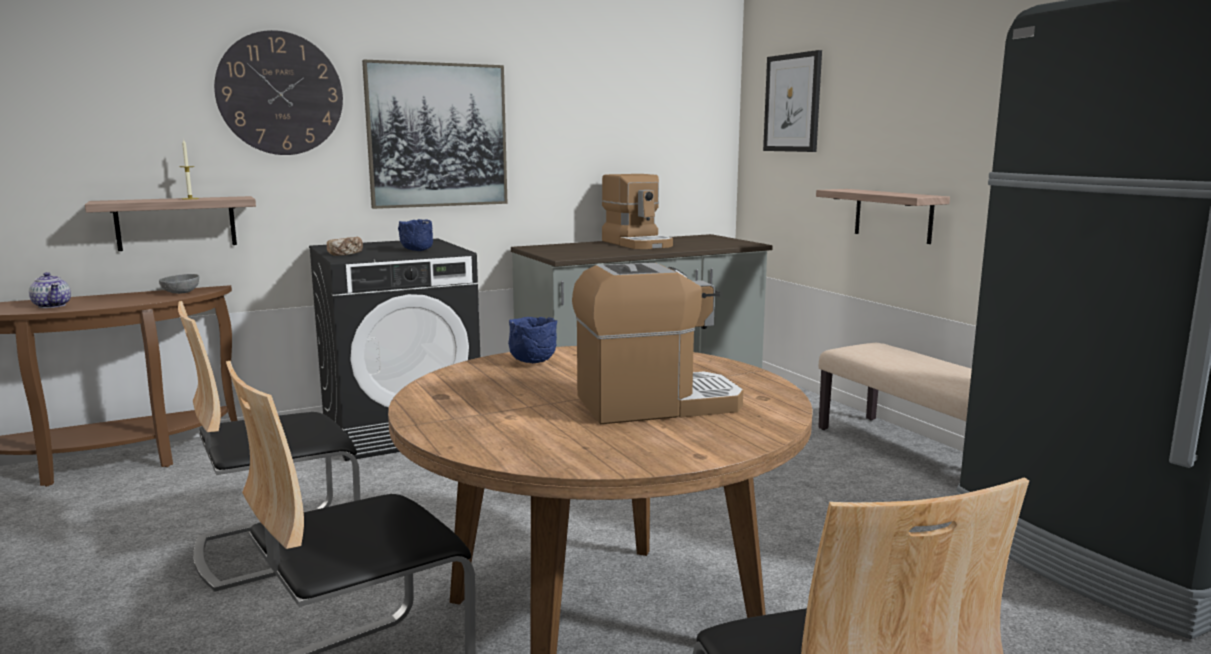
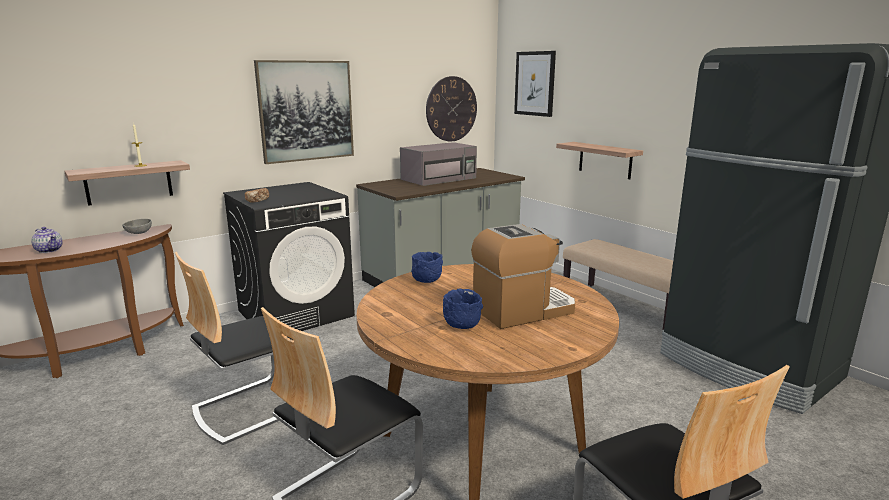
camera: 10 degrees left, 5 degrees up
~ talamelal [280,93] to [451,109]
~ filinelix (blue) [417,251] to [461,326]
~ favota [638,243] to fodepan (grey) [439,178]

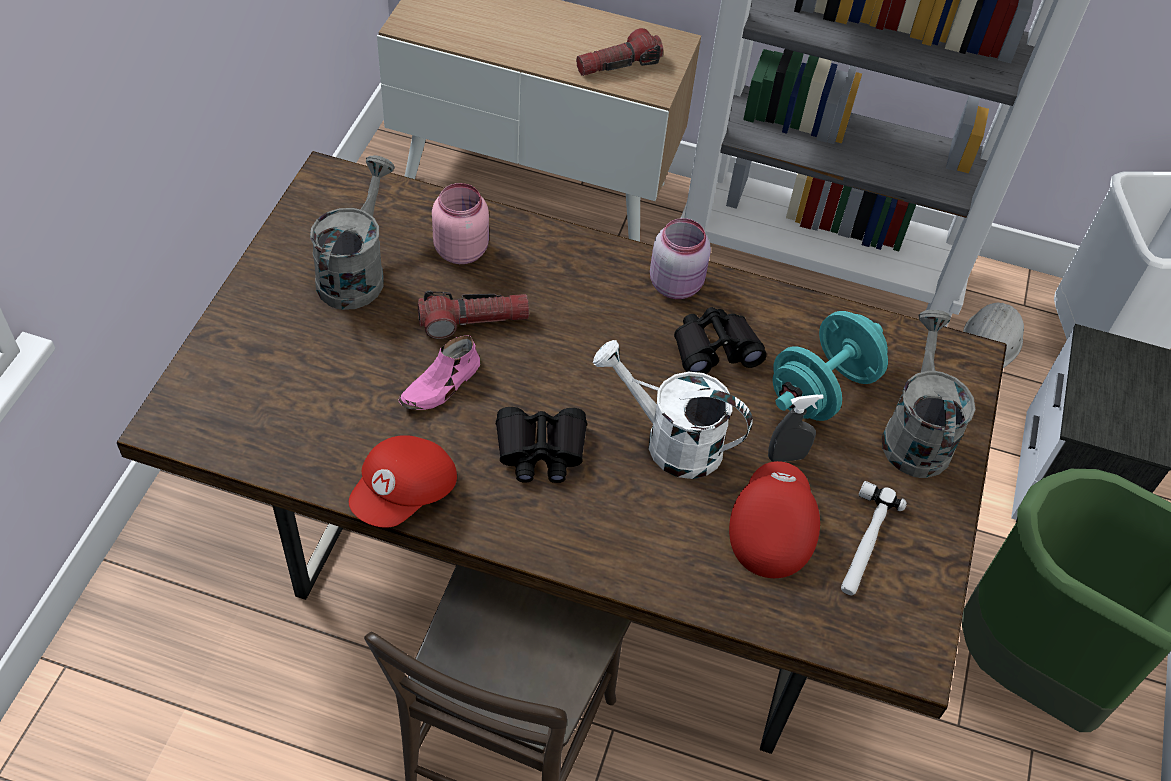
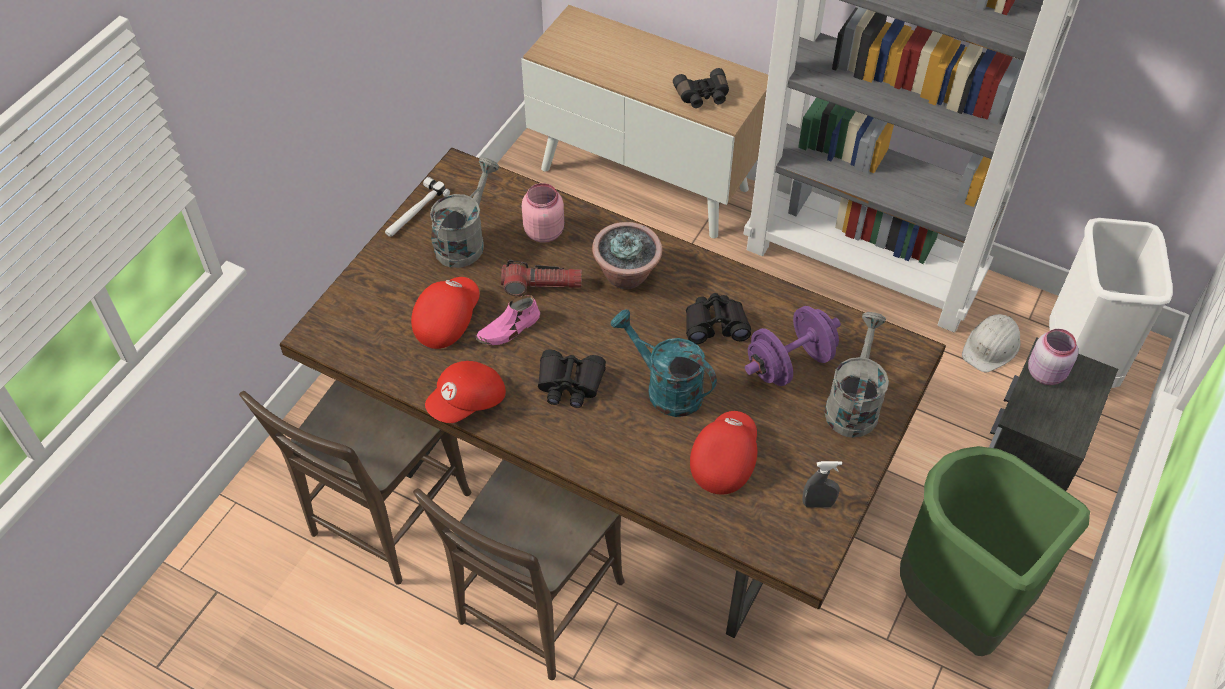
camera: 15 degrees right, 0 degrees up
~ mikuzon [618,65] to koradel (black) [702,96]
~ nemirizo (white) [670,441] to nemirizo (turquoise) [665,388]
~ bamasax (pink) [677,284] to [1047,372]
~ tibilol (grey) [786,456] to [818,504]
~ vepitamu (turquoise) [822,389] to vepitamu (purple) [789,363]
~ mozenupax [864,543] to [414,211]
+ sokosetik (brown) [384,520]
+ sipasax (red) [446,320]
+ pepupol [627,275]

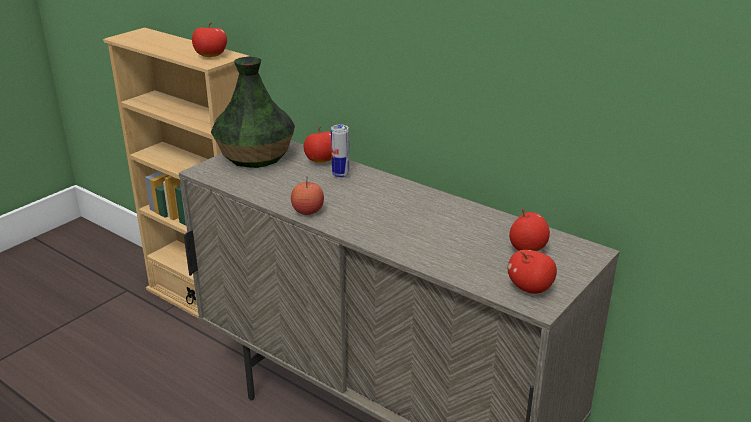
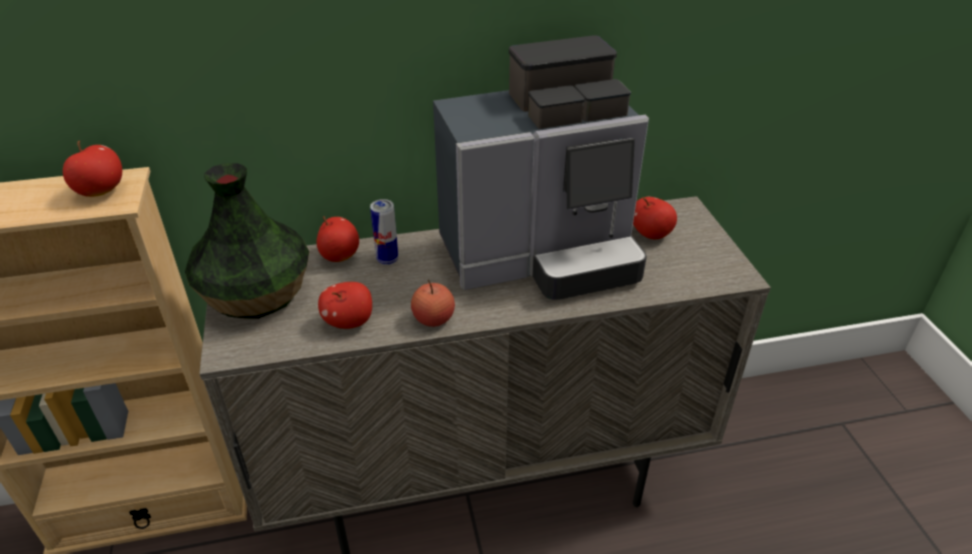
camera: 50 degrees left, 10 degrees up
~ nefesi [530,288] to [349,322]
+ favota [542,255]

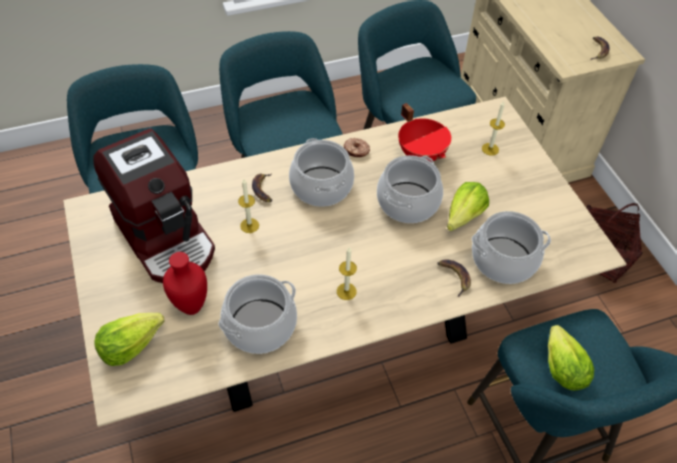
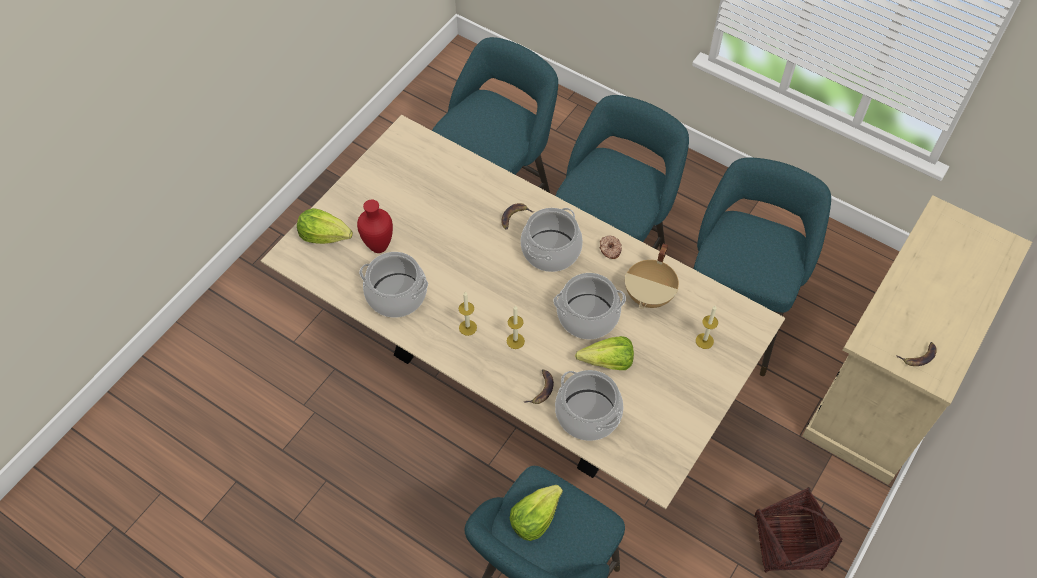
camera: 55 degrees right, 5 degrees up
- favota [167,237]
~ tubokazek [249,225] to [515,341]
~ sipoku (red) [422,154] to sipoku (beige) [650,295]

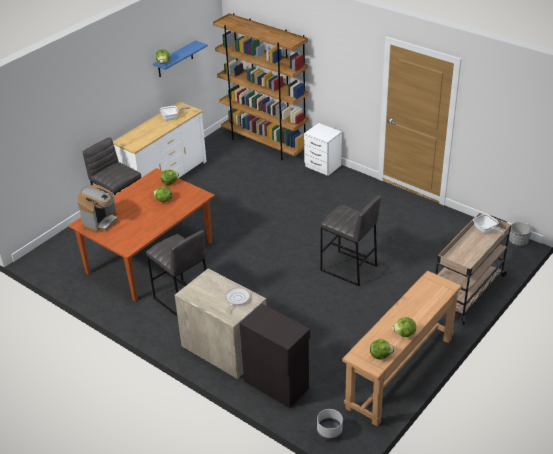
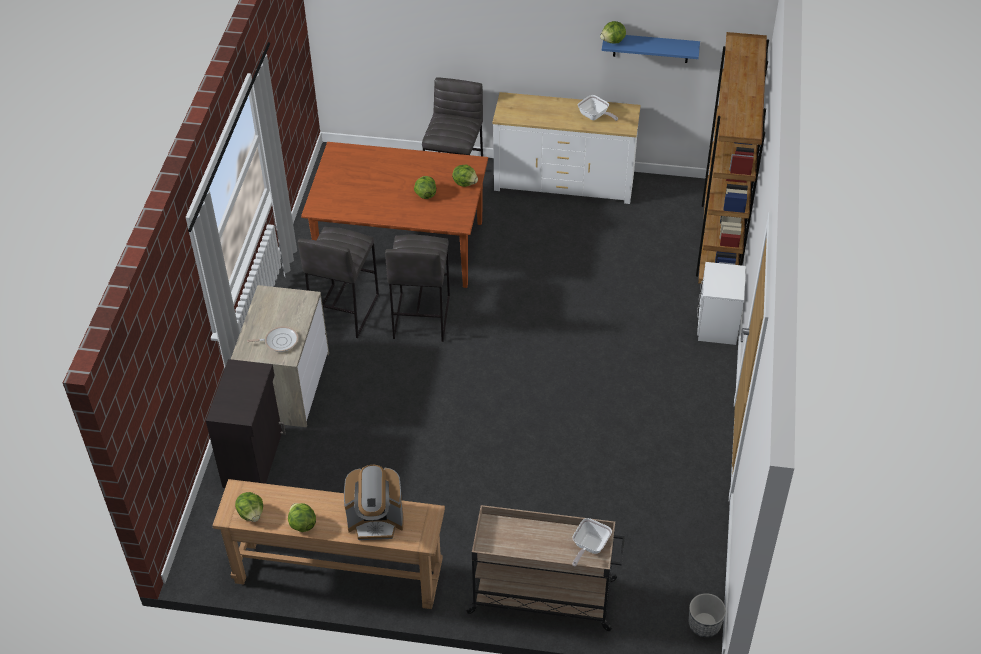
camera: 60 degrees right, 10 degrees up
~ favota [101,222] to [376,520]
- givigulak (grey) [329,432]
~ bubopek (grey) [349,268] to [420,317]

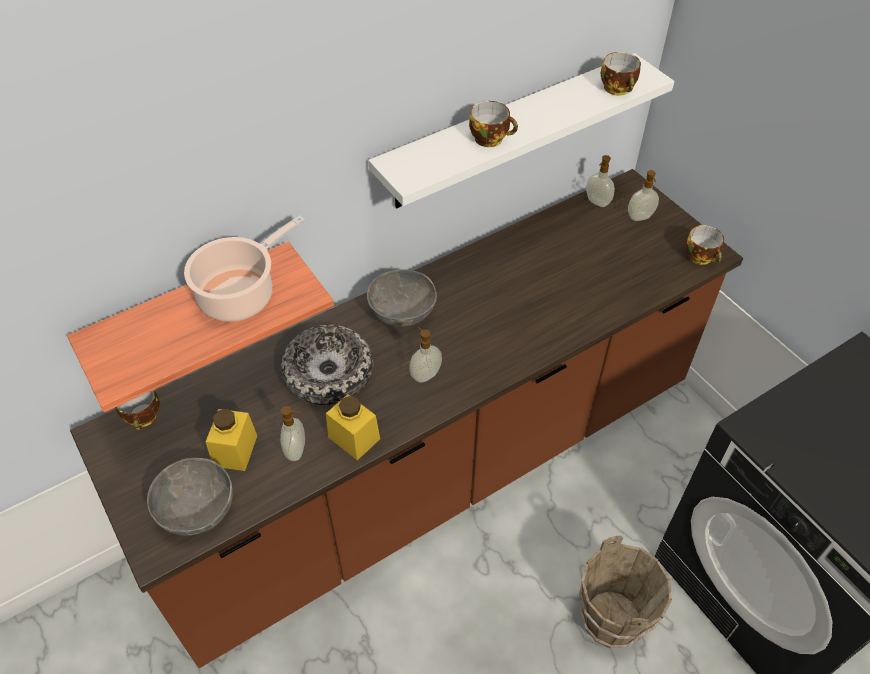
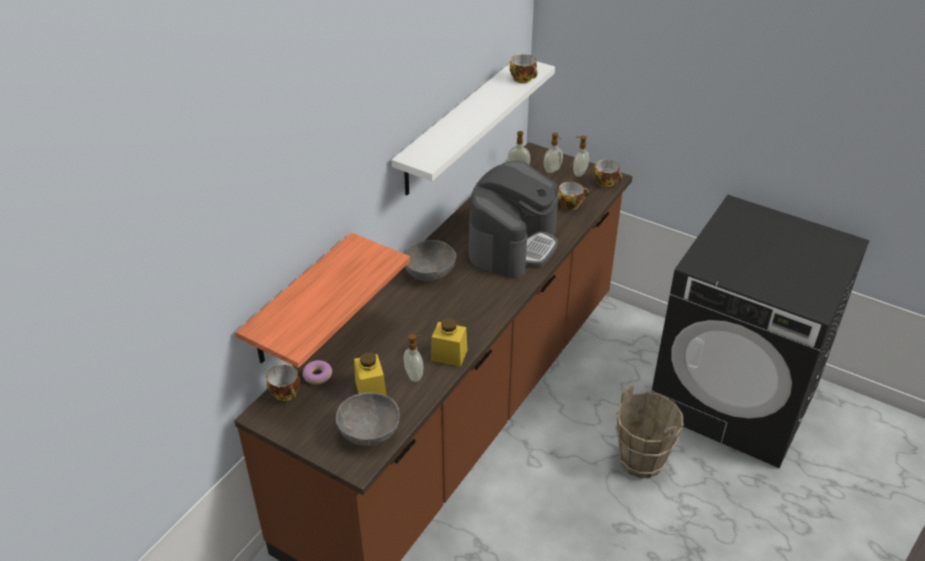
camera: 25 degrees left, 10 degrees down
- sipoku [241,294]
- filinelix [329,373]
~ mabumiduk [425,374] to [579,173]
~ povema [491,138] to [571,204]
+ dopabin [317,375]
+ favota [513,244]

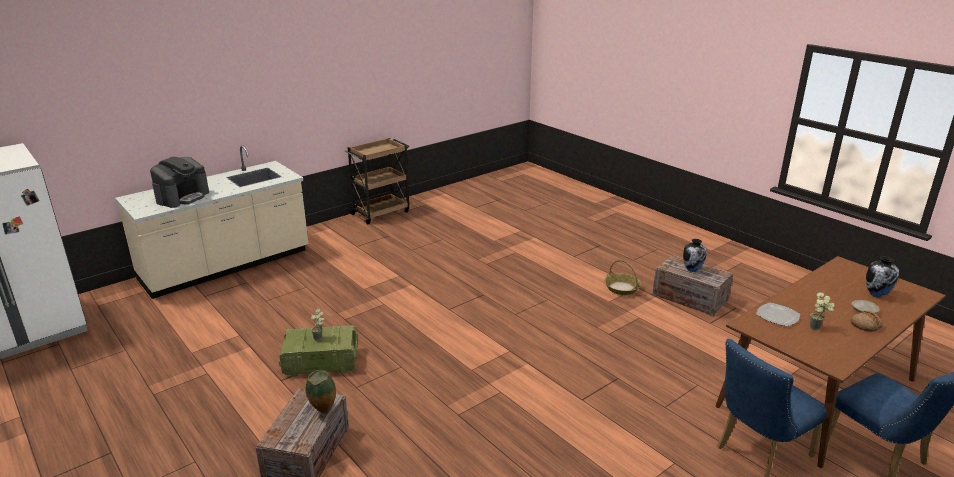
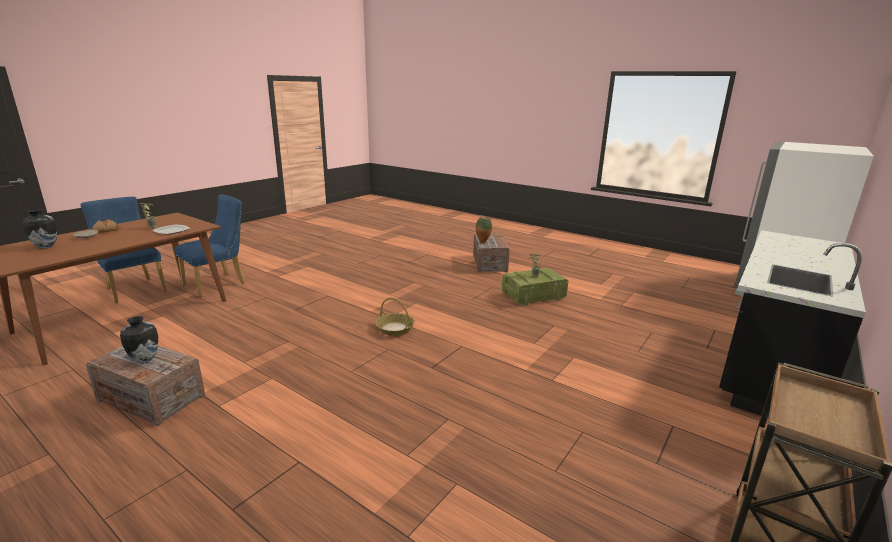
camera: 165 degrees right, 5 degrees down
~ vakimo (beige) [226,266] to vakimo (black) [770,365]
- favota [182,197]
~ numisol [621,288] to [395,329]

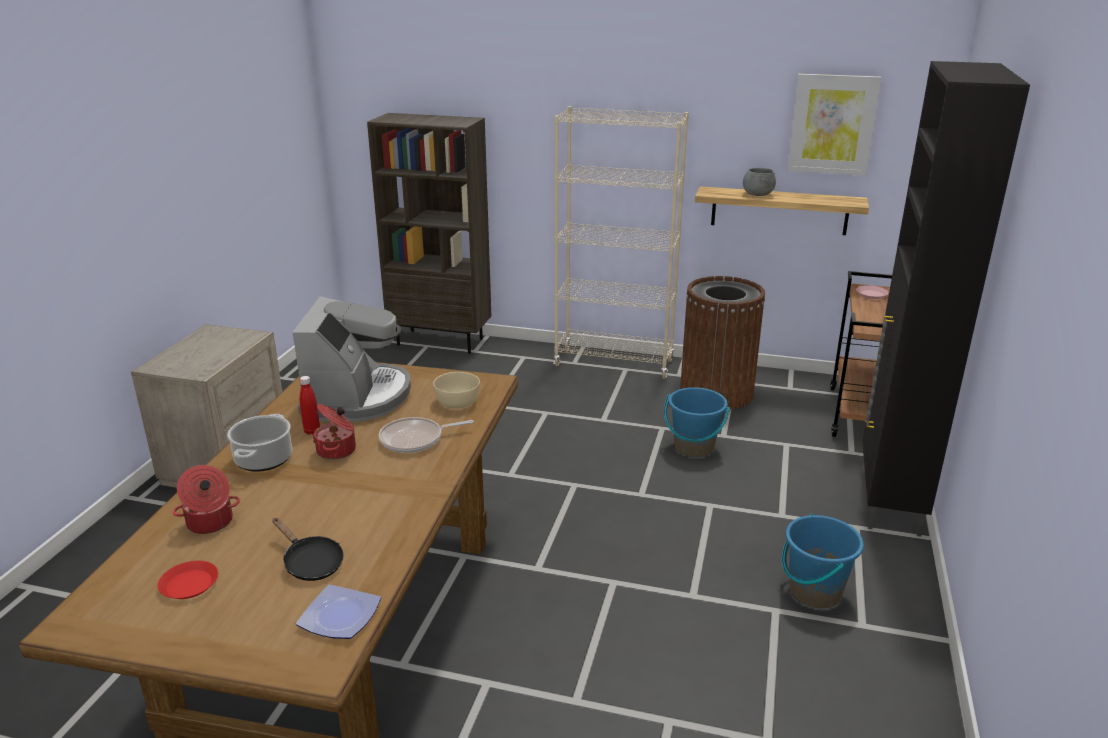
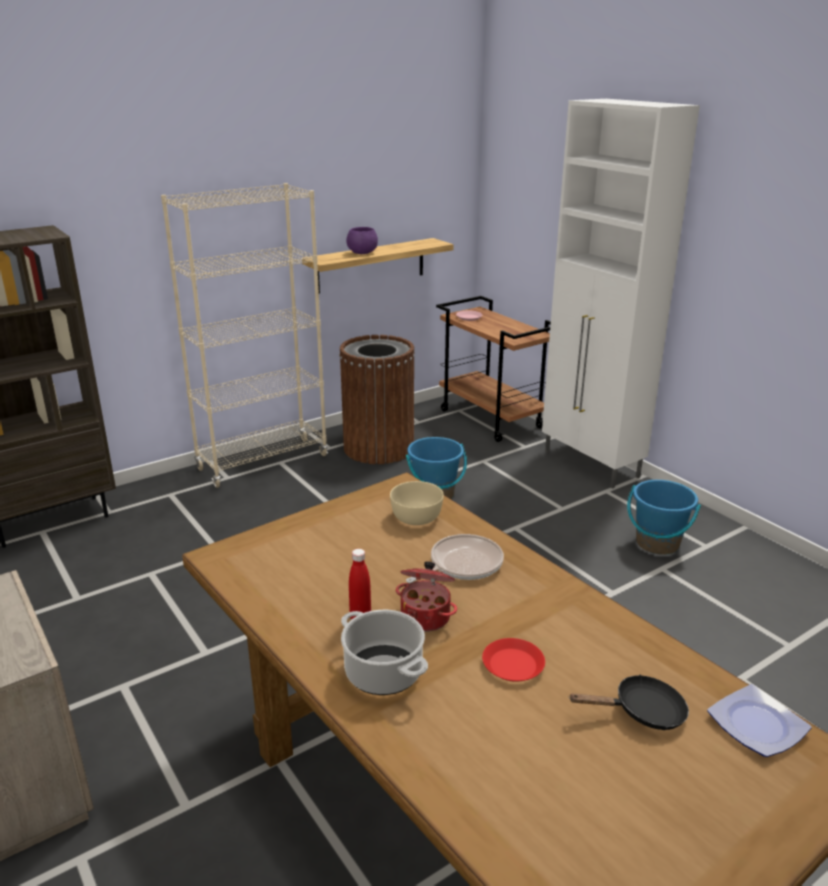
camera: 50 degrees left, 0 degrees up
~ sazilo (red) [189,584] to [512,664]
- sipoku [210,523]
- favota [357,397]
~ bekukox [415,439] = [462,564] 150 degrees counterclockwise
~ filinelix (grey) [758,195] to filinelix (purple) [362,253]
- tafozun [832,124]
~ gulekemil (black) [889,500] to gulekemil (white) [591,465]

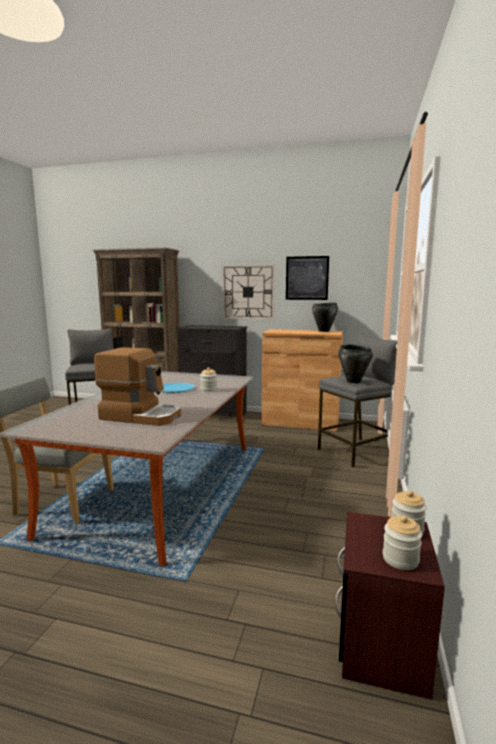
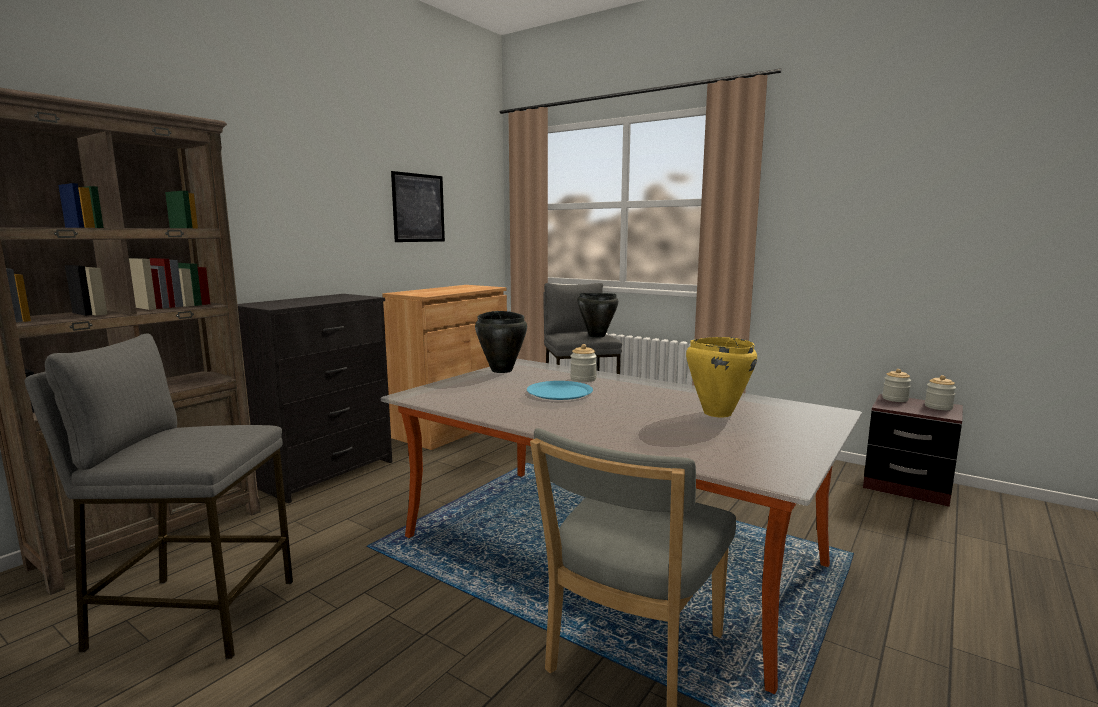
camera: 70 degrees left, 0 degrees up
~ favota [141,416] to sipoku (yellow) [716,413]
- talamelal [248,292]
~ sipoku (black) [324,331] to [502,370]

